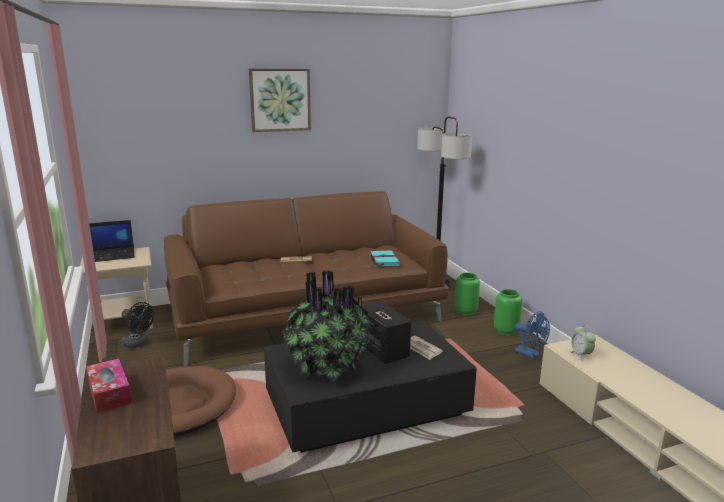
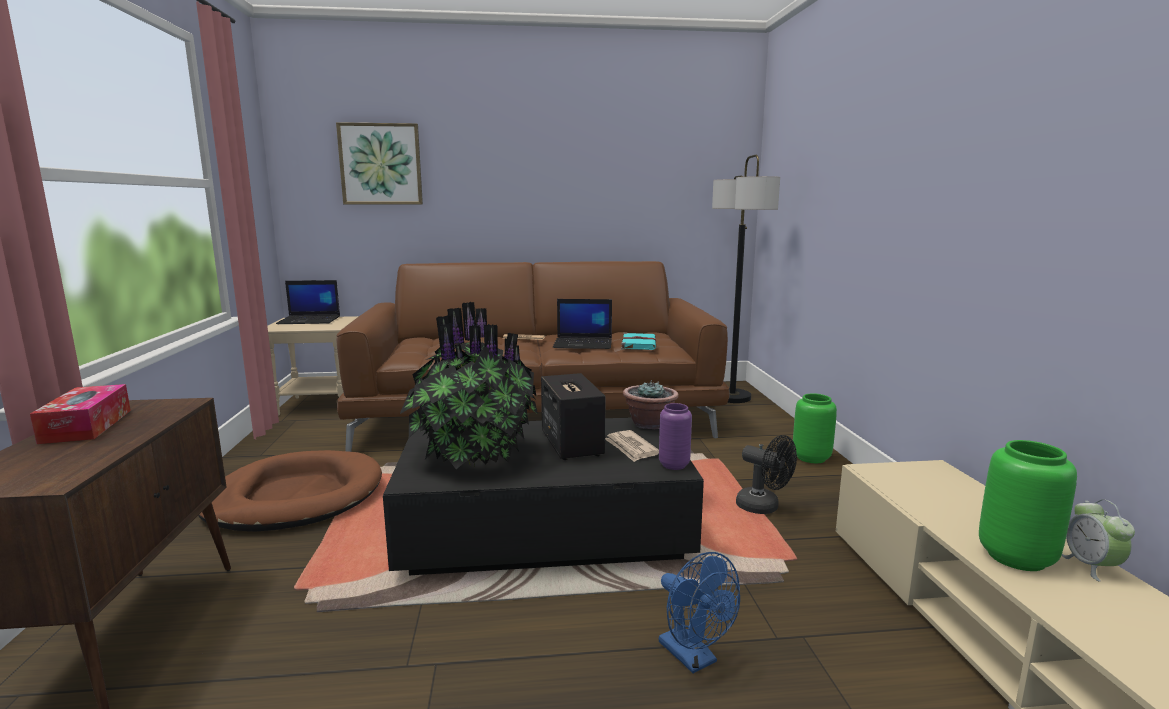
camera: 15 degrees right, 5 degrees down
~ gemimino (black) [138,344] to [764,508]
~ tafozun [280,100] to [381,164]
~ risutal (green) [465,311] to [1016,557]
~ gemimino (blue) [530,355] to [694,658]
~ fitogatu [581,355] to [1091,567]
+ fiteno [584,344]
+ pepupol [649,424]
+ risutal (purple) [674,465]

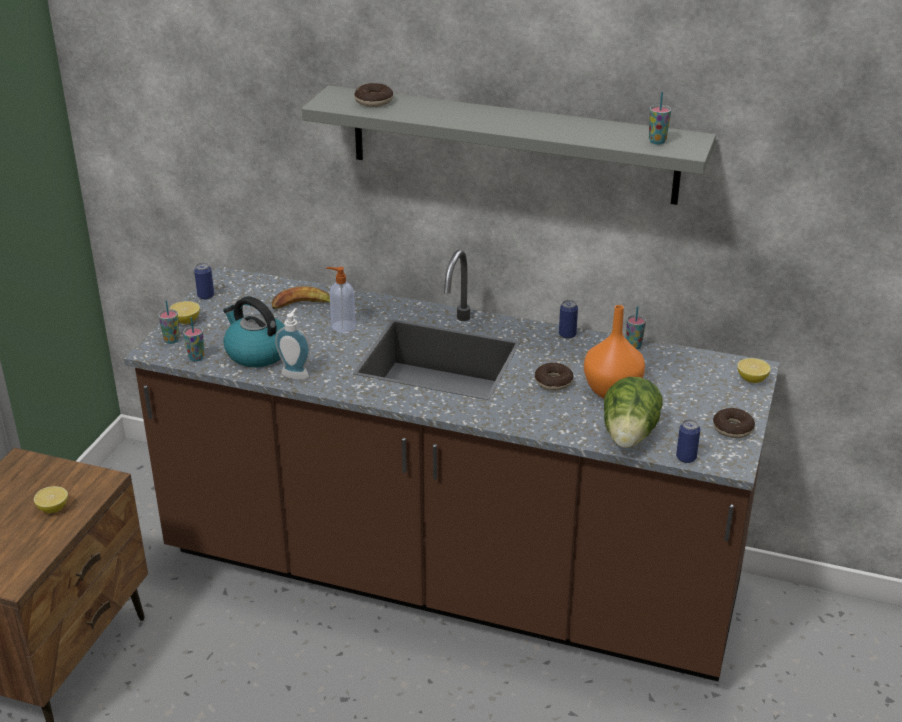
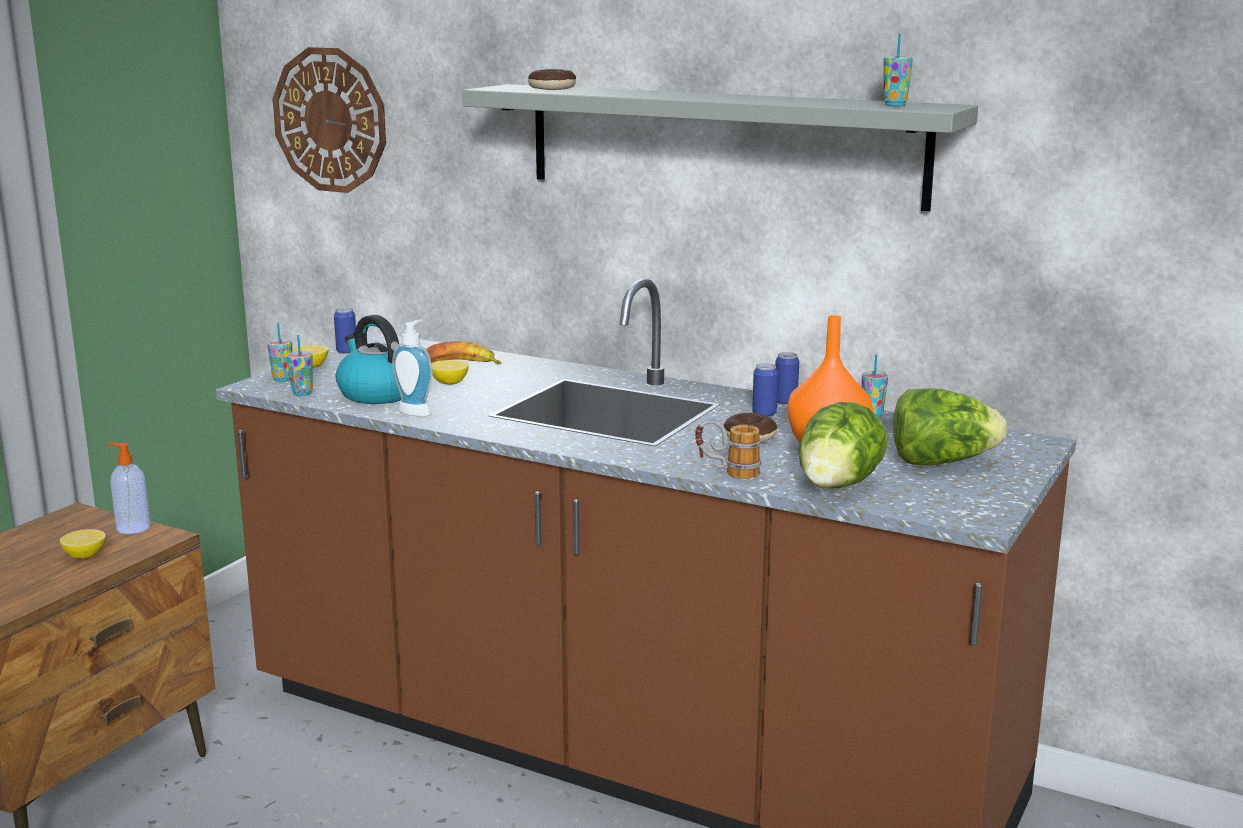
camera: 10 degrees right, 15 degrees down
~ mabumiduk [342,326] to [132,528]
~ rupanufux [686,458] to [764,414]
- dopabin [732,429]
~ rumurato [752,379] to [449,383]
+ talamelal [330,120]
+ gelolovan [727,473]
+ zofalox [941,462]

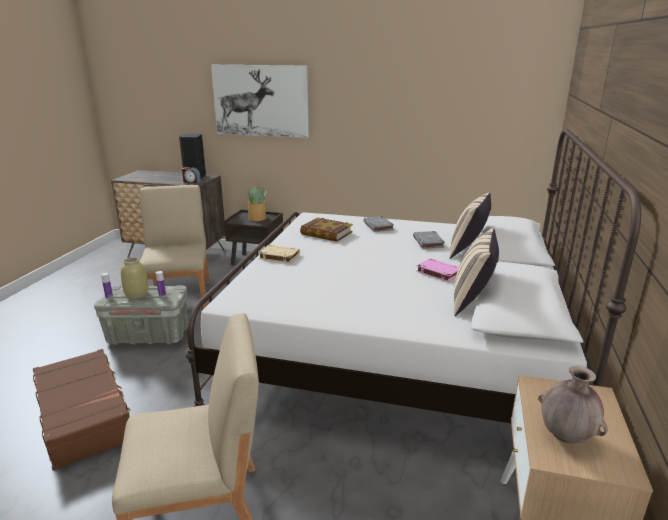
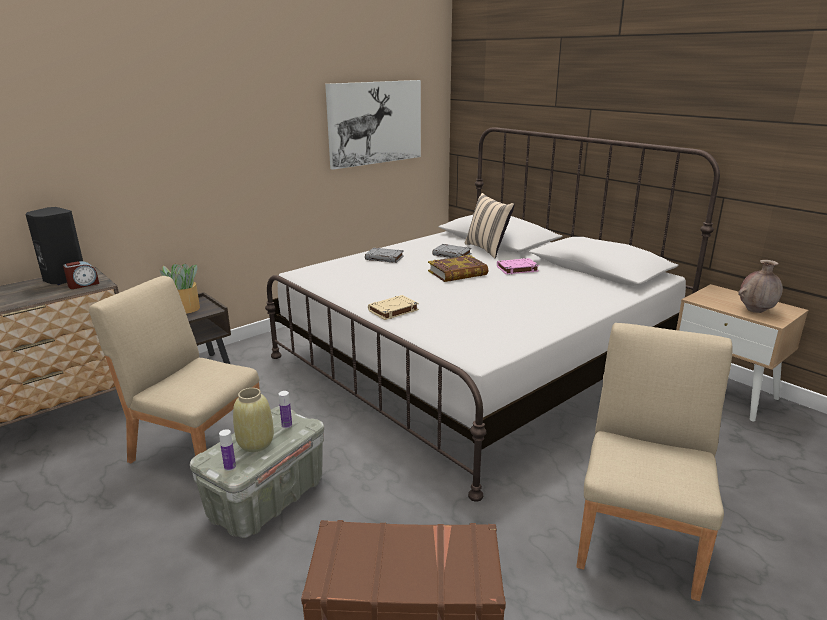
camera: 55 degrees left, 0 degrees up
~ tafozun [260,101] to [375,123]
~ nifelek [326,233] to [458,273]
- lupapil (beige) [472,301]

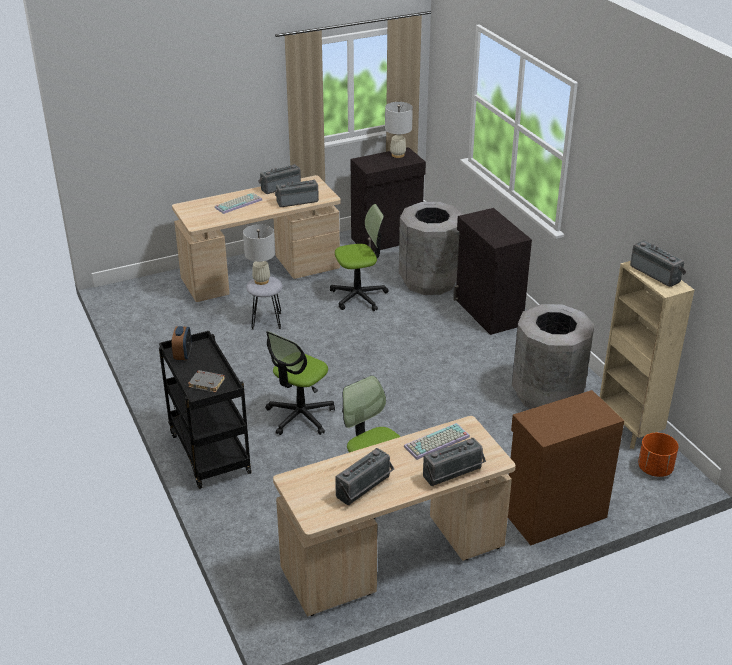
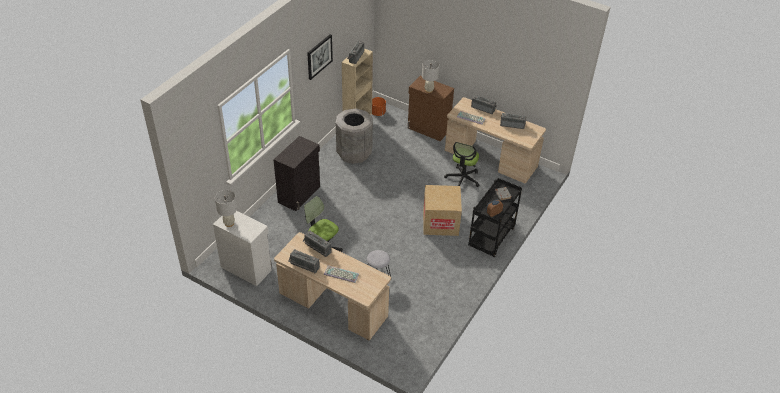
camera: 125 degrees left, 10 degrees up
~ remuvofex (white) [261,281] to [429,90]
~ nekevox [300,416] to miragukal [440,222]
~ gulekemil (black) [387,239] to gulekemil (white) [246,268]
- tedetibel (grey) [430,281]
+ tafozun [319,56]

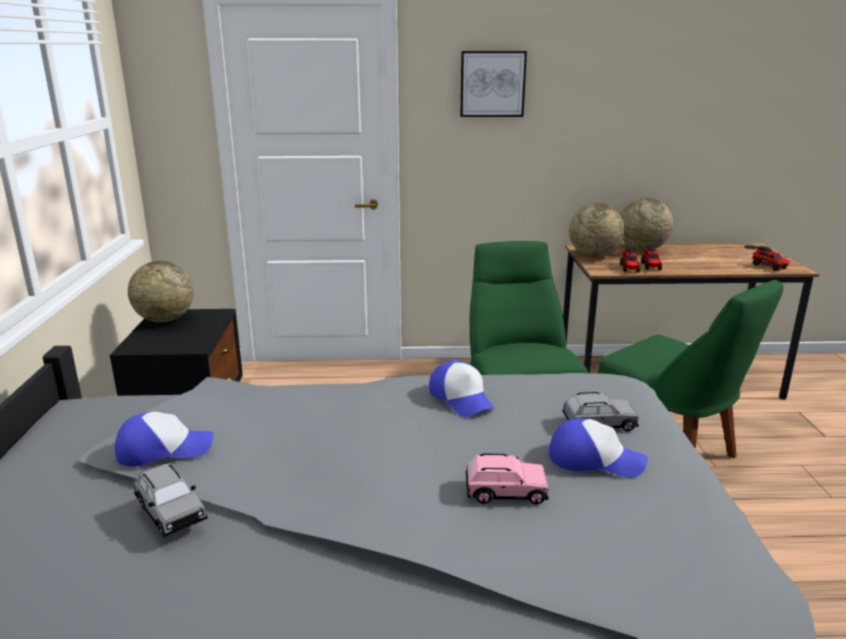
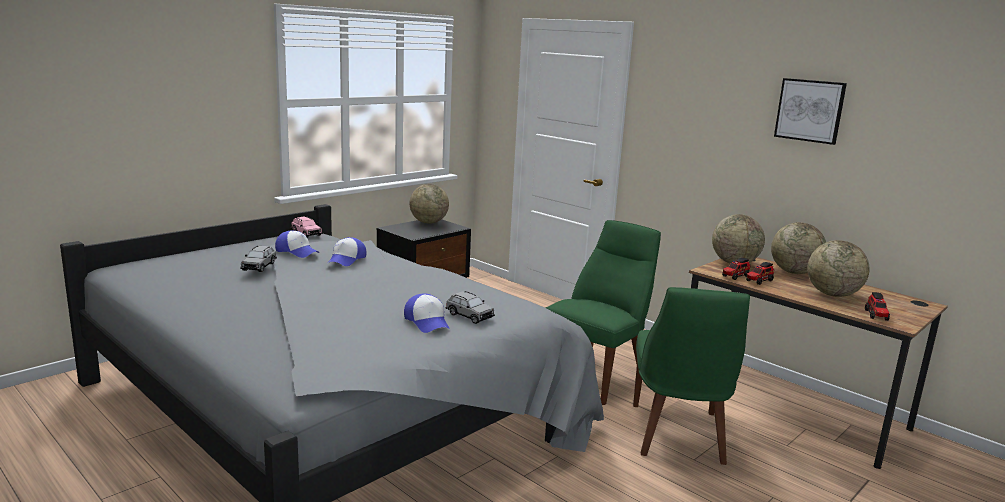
camera: 45 degrees right, 5 degrees down
~ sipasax [462,399] to [346,259]
~ tafozun [492,84] to [810,110]
~ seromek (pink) [505,492] to [306,233]
+ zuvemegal [832,294]

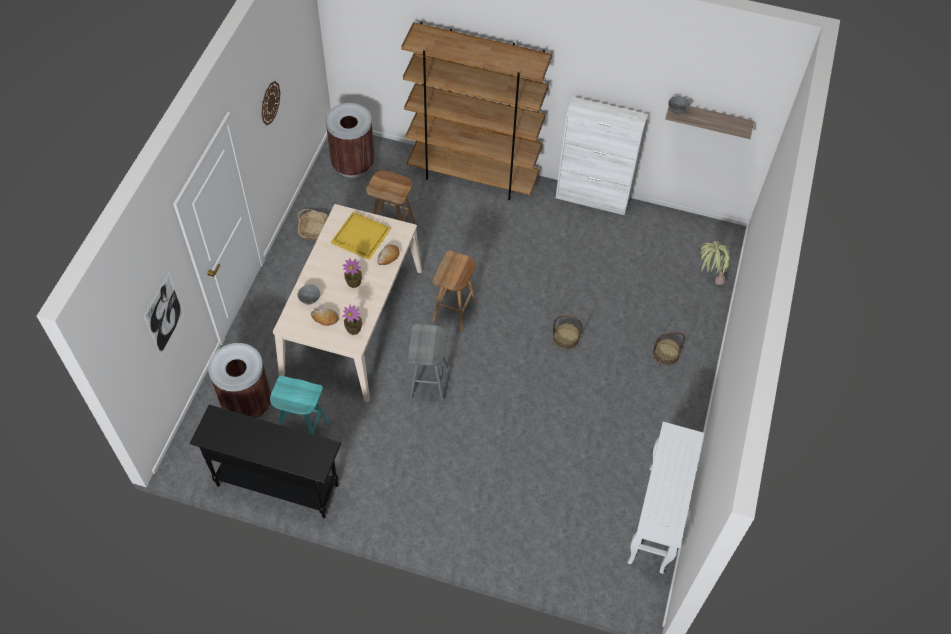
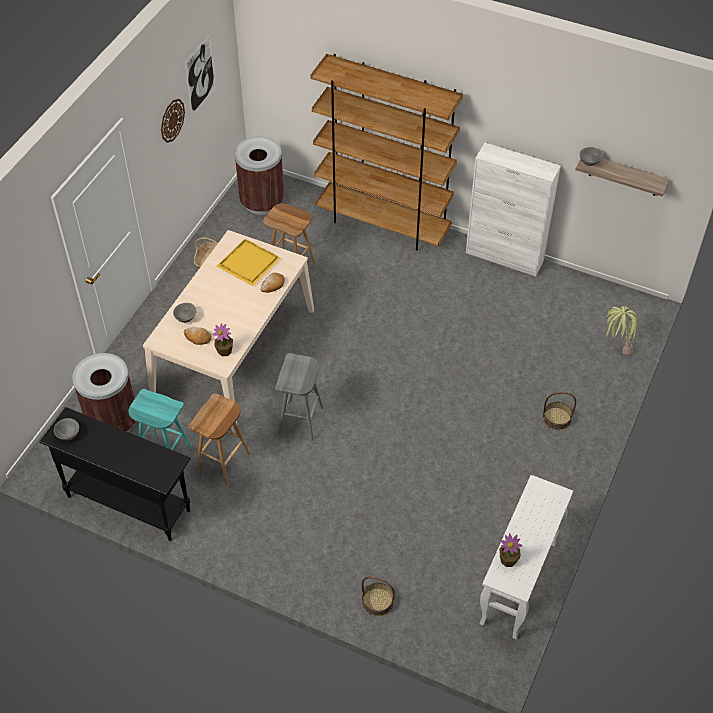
camera: 10 degrees right, 5 degrees down
~ tafozun [164,314] to [200,75]
~ pepupol [354,282] to [508,560]
~ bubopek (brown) [454,312] to [223,463]
~ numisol [565,338] to [377,602]
+ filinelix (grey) [68,434]

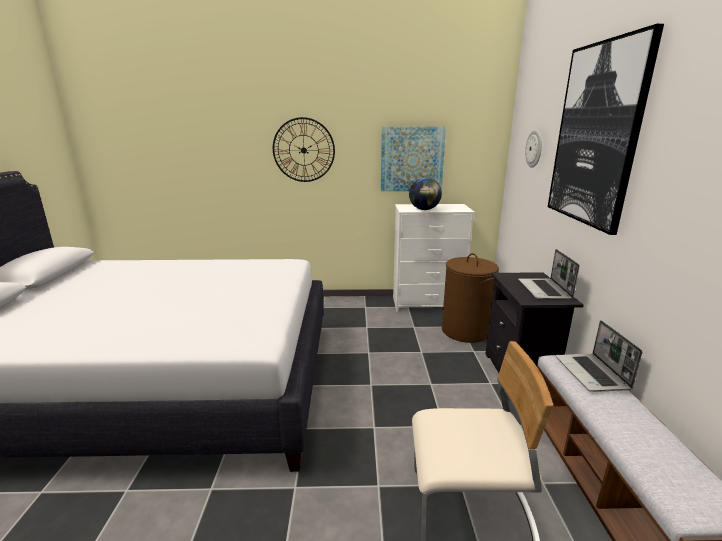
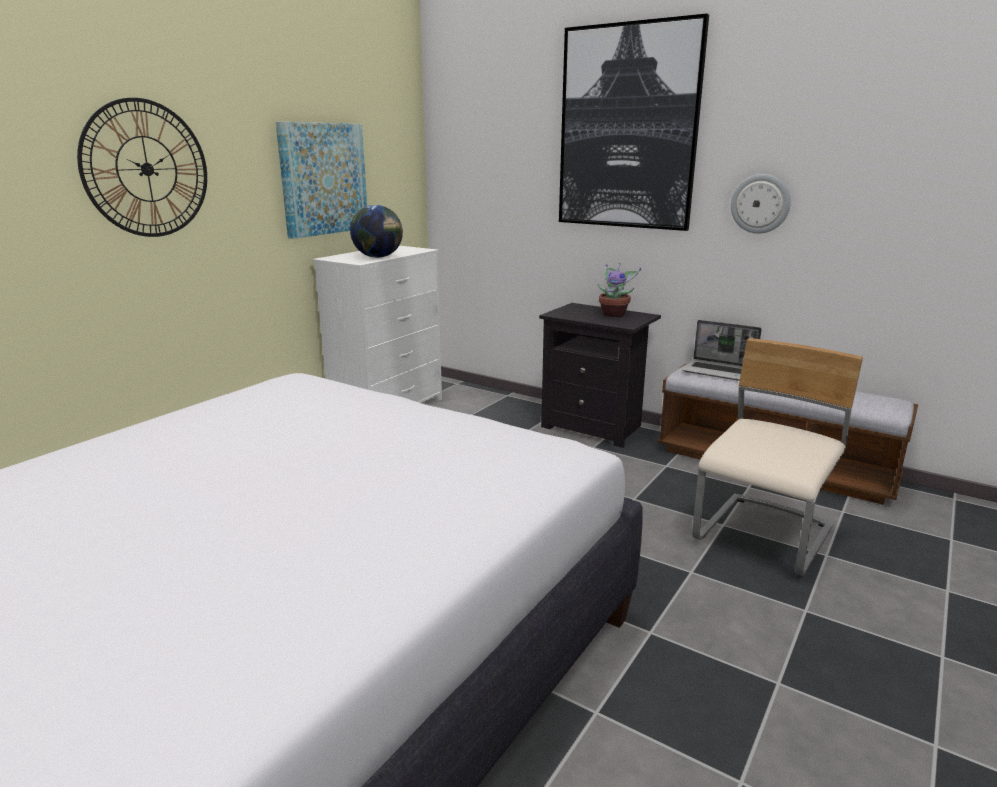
camera: 55 degrees left, 0 degrees up
- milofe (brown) [465,331]
~ fiteno [545,290] to pepupol [614,314]
~ talamelal [534,149] to [760,204]

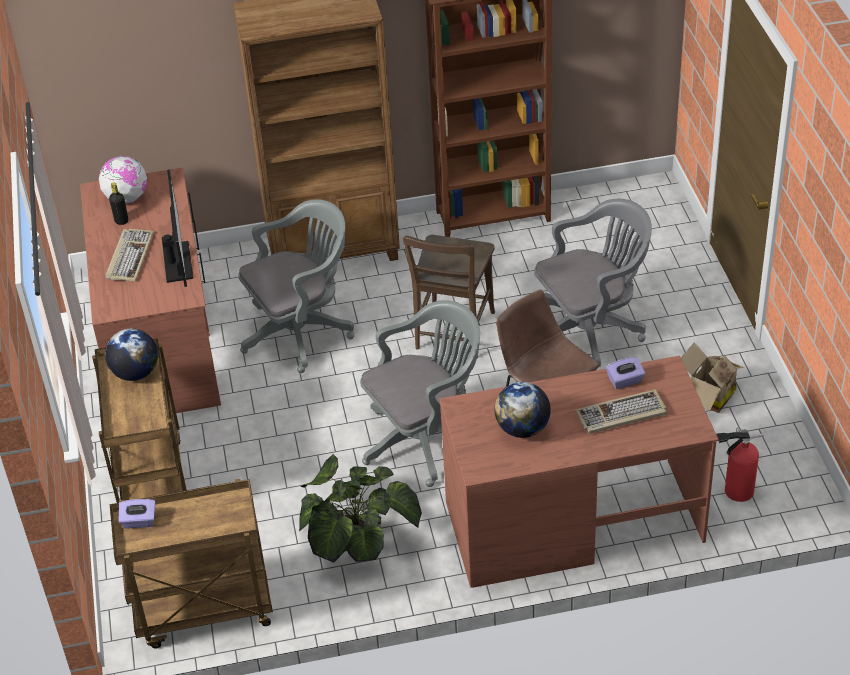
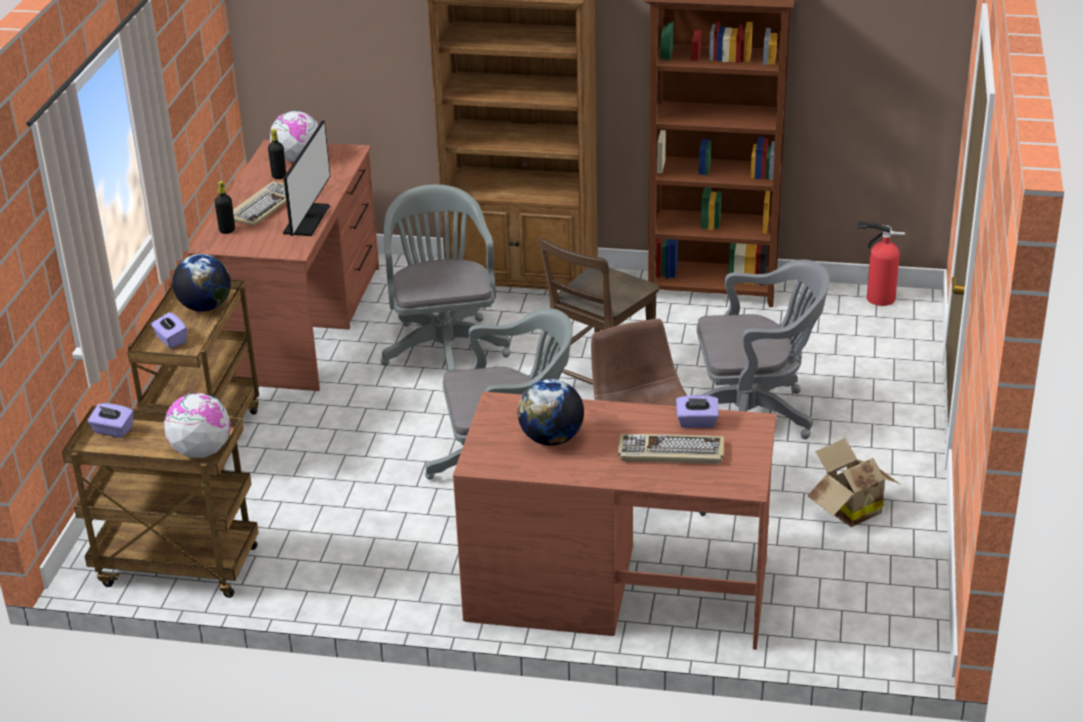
camera: 20 degrees right, 10 degrees down
~ nekevox (grey) [302,331] = [444,346] 90 degrees counterclockwise
- pepupol [356,536]
~ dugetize [735,491] to [877,298]
+ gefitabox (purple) [170,340]
+ zuvemegal [201,451]
+ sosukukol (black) [227,230]

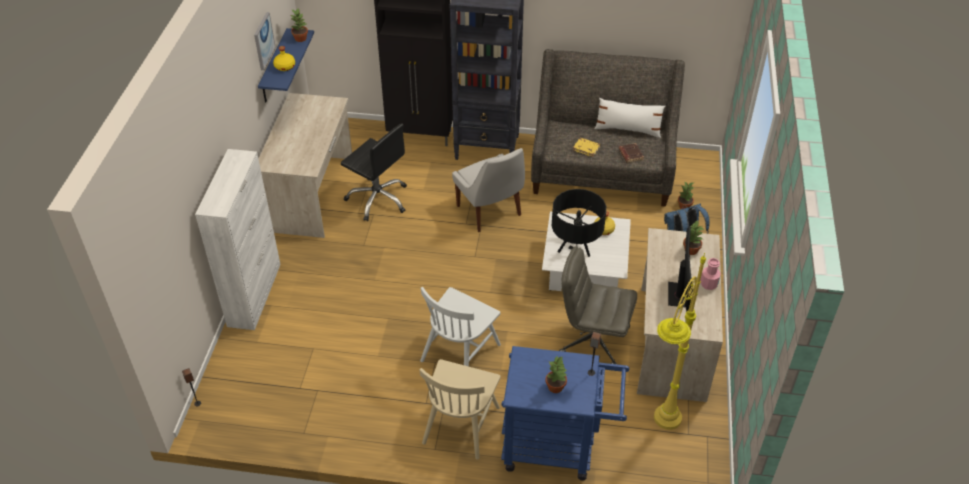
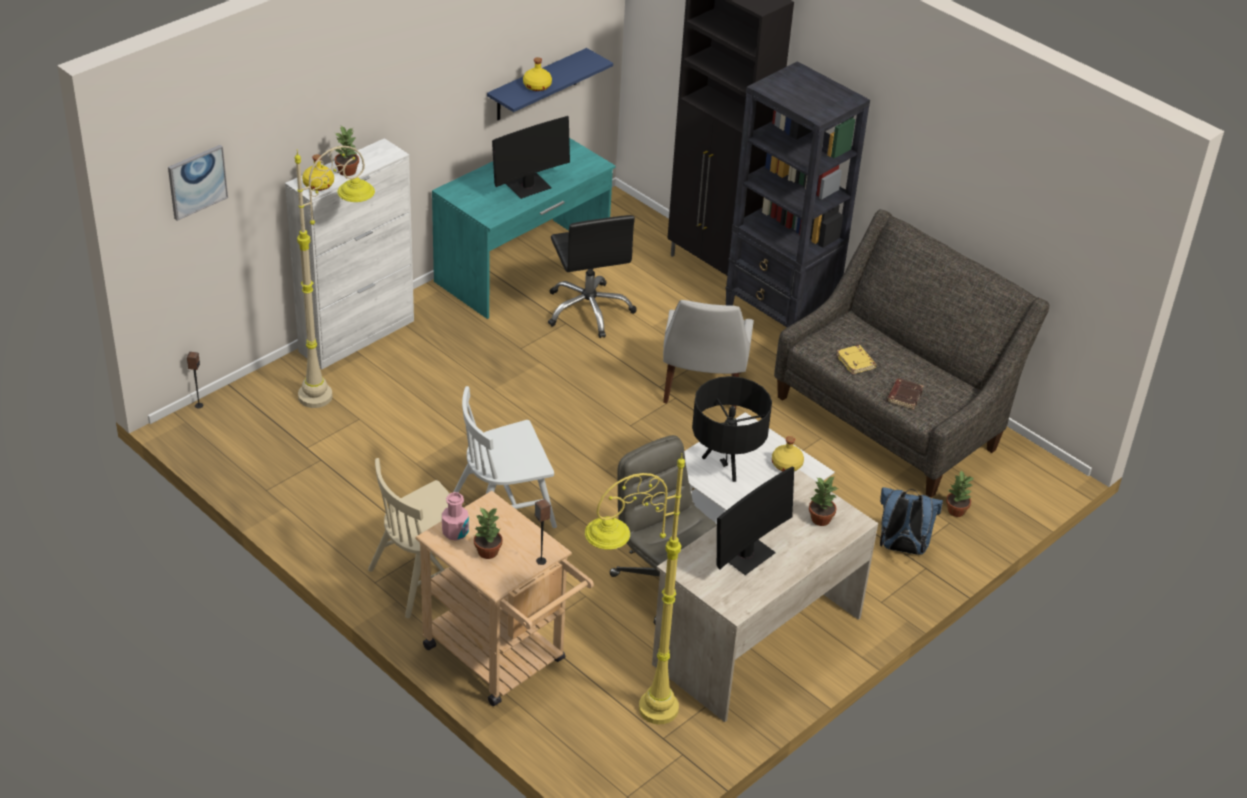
camera: 35 degrees right, 5 degrees down
~ tafozun [263,41] to [197,181]
~ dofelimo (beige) [312,193] to dofelimo (turquoise) [523,268]
~ pepupol [300,38] to [347,171]
~ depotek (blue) [558,447] to depotek (beige) [502,660]
- lupapil (white) [628,129]
~ sosukukol (pink) [708,284] to [455,532]
+ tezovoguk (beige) [341,386]
+ sosukukol (yellow) [319,185]
+ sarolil [528,187]

